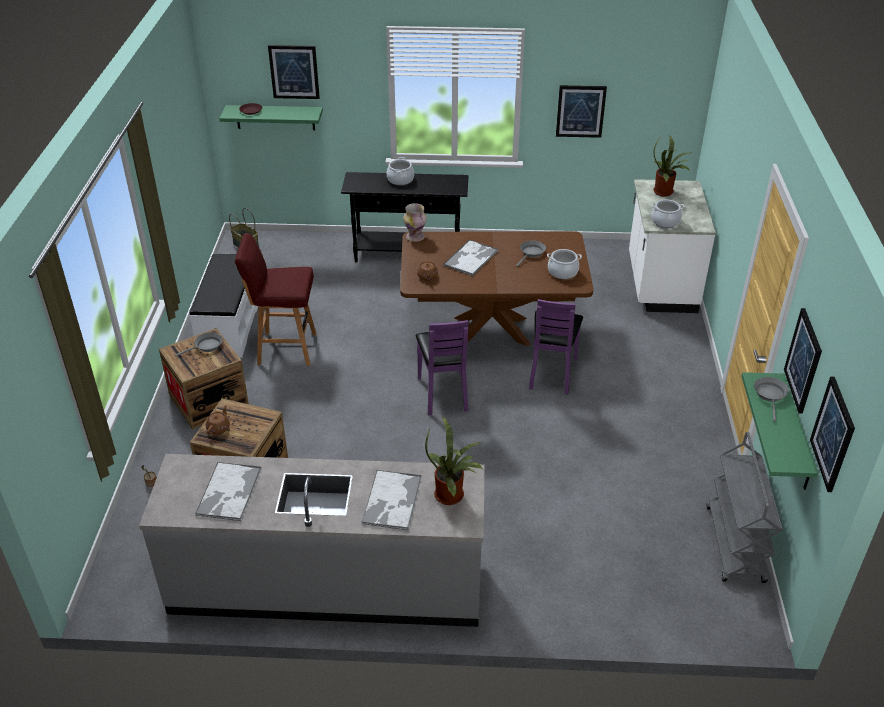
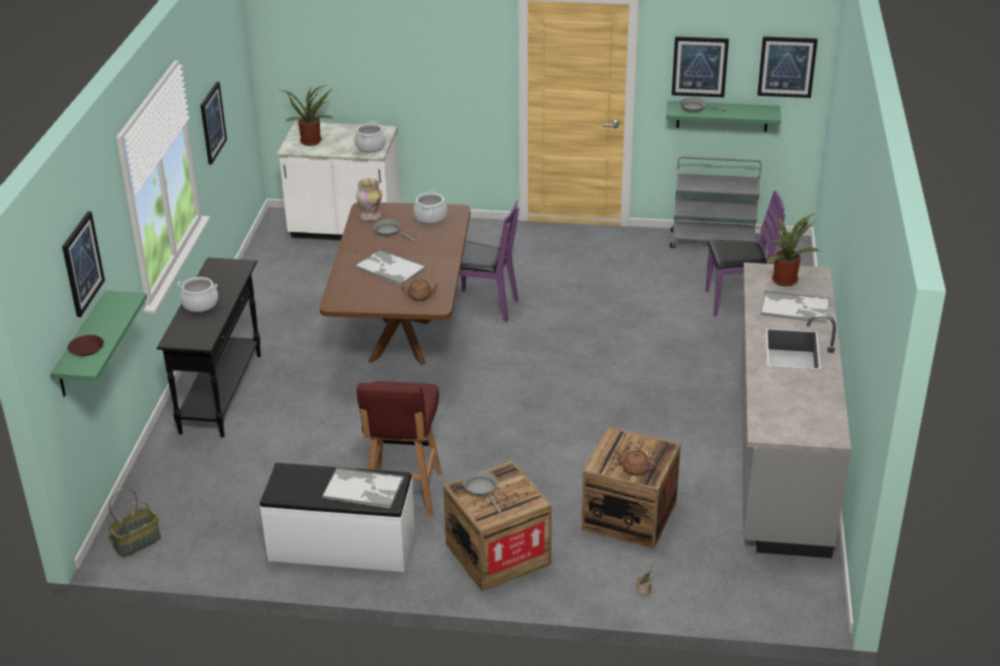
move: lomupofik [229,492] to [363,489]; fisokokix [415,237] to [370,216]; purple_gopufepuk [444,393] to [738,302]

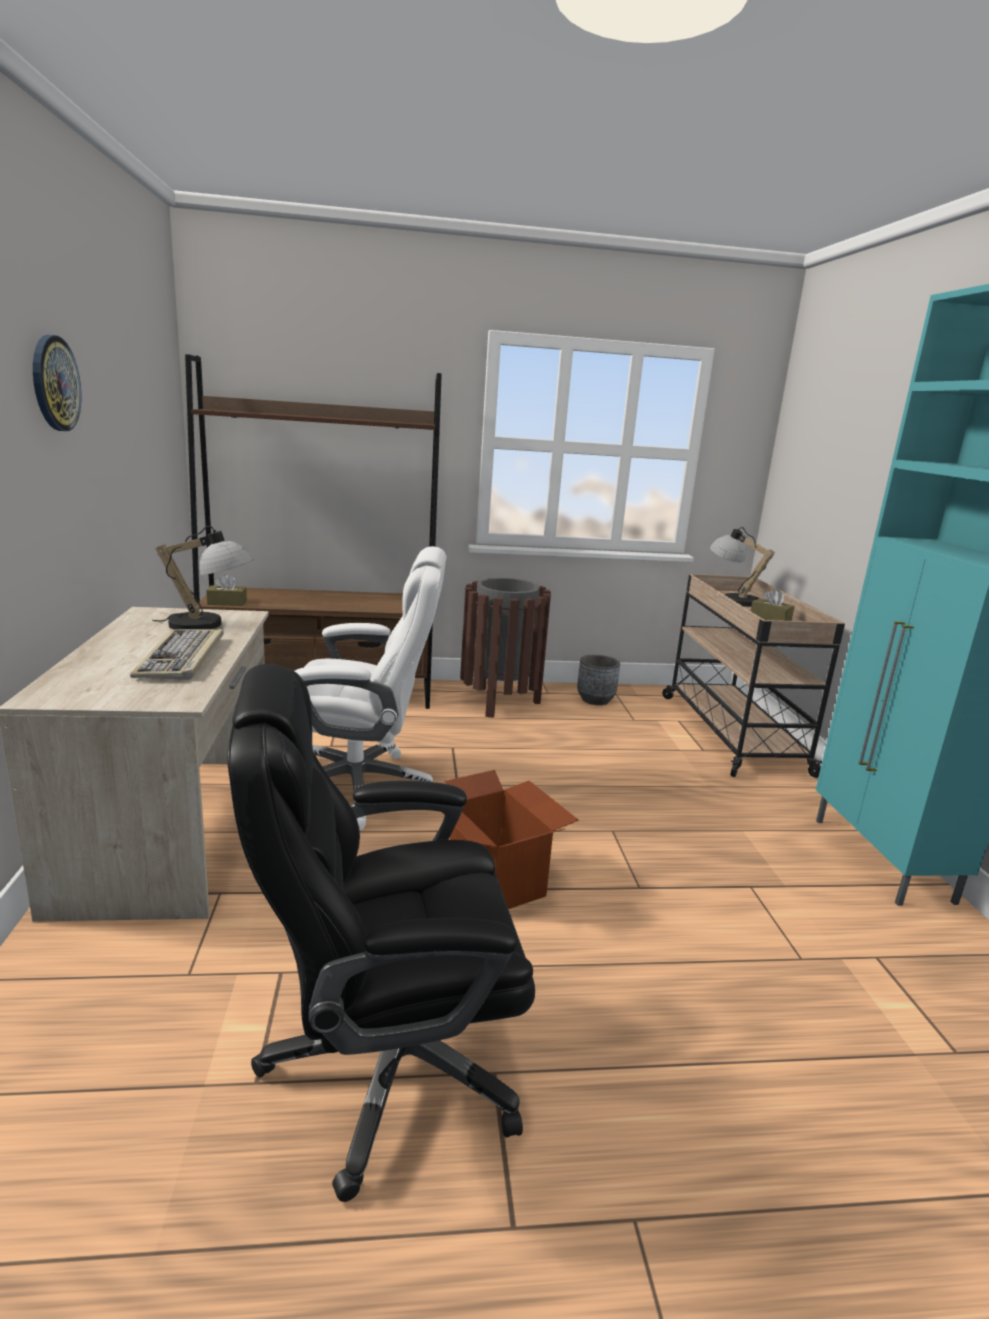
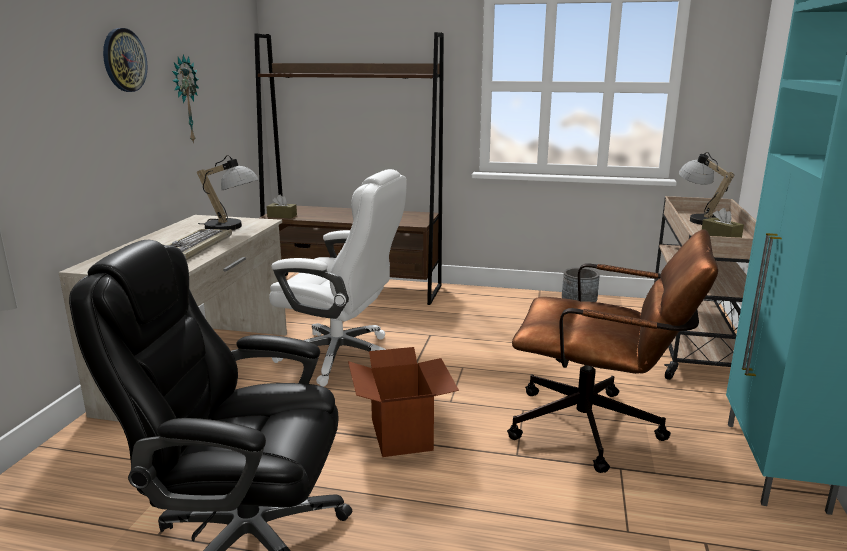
delete: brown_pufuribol [500,702]
insert: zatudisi [185,99]; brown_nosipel [598,430]

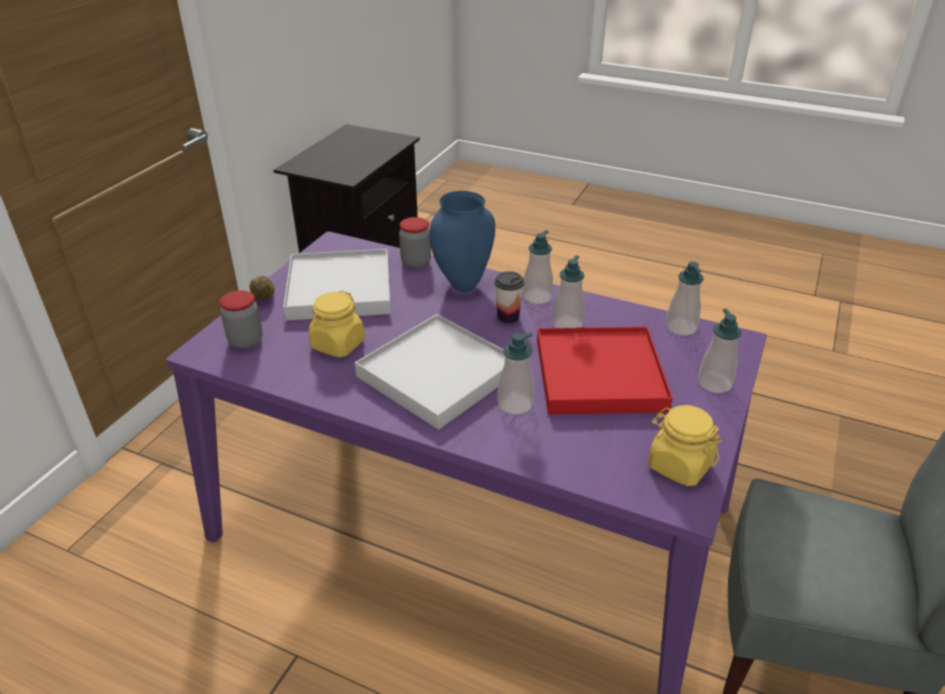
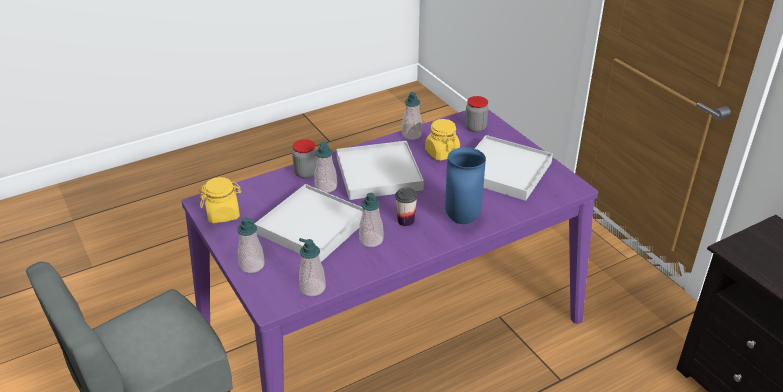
delete: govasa [264,296]
move: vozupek [416,262] to [306,173]; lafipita [537,297] to [411,135]
recolor: red_lomupofik [599,375] to white_lomupofik [312,226]

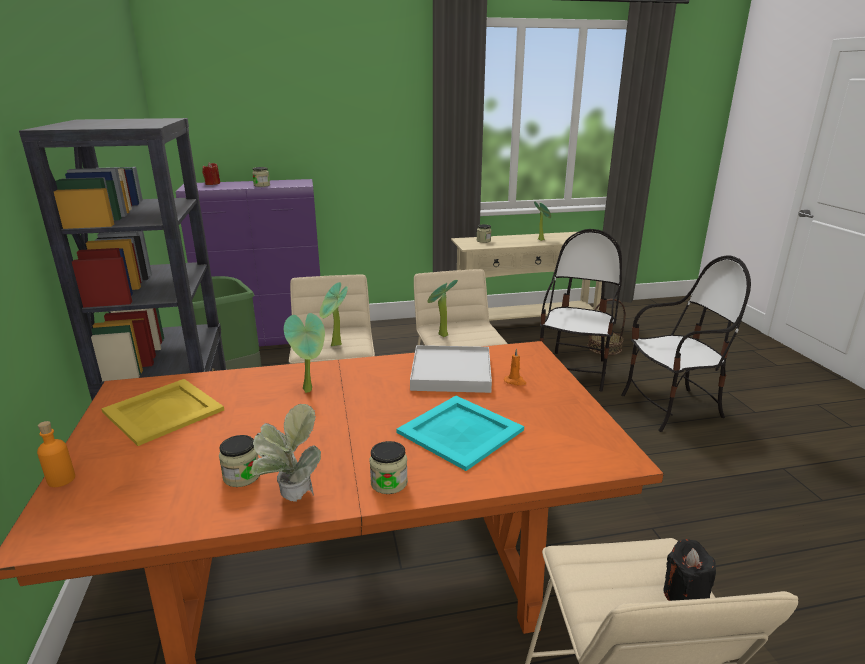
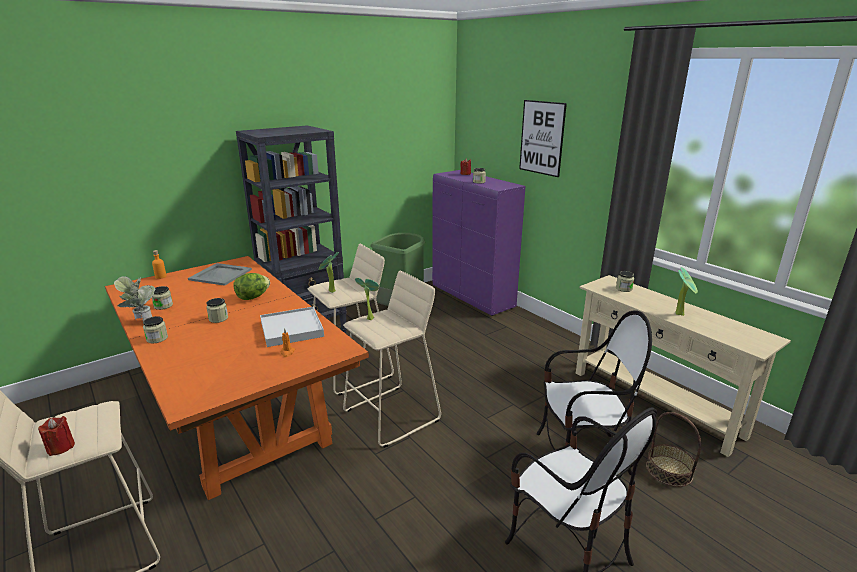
delete: turquoise_lomupofik [459,431]
insert: vozupek [218,318]; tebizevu [542,138]
replace: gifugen [310,390] to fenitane [253,297]
recolor: yellow_lomupofik [162,411] to grey_lomupofik [220,274]; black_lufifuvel [684,595] to red_lufifuvel [60,447]

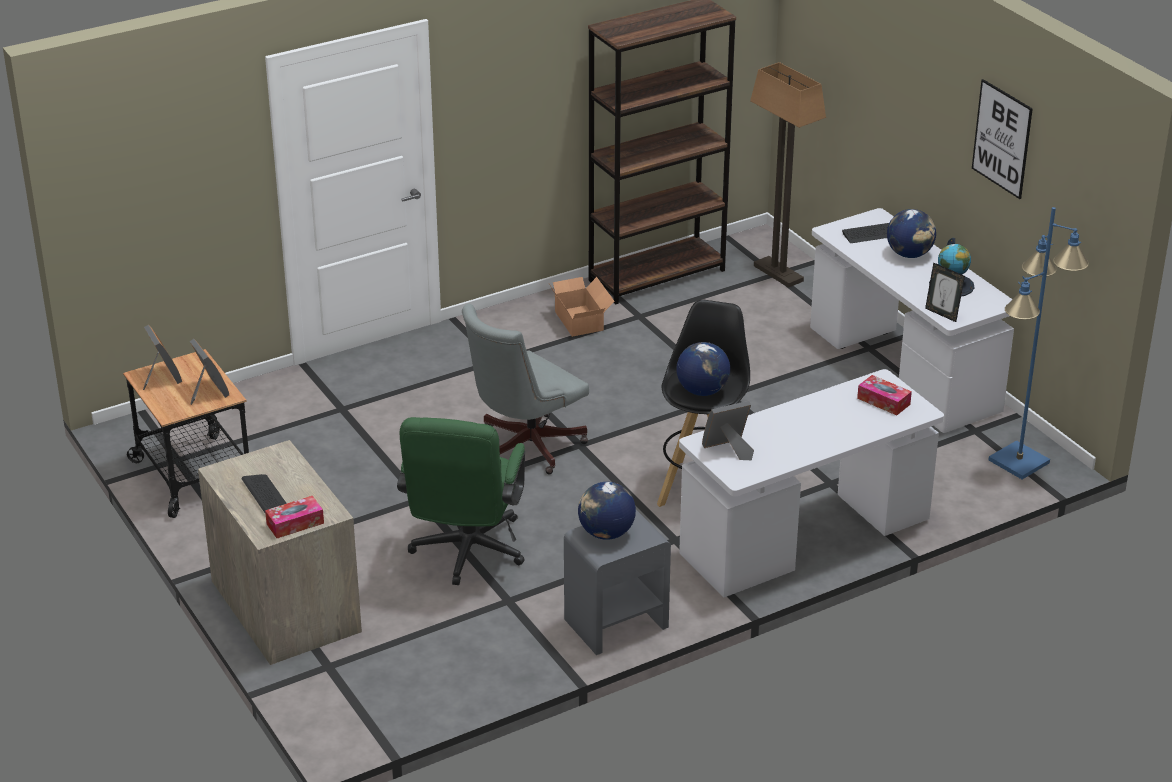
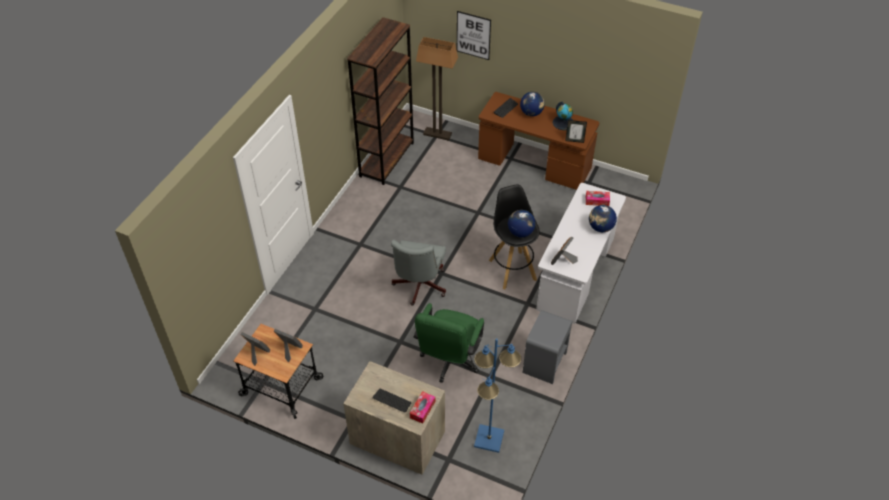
delete: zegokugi [580,320]
move: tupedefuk [606,533] to [600,228]; tebizevu [1002,138] to [473,35]; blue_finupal [1019,462] to [489,439]
recolor: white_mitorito [903,370] to brown_mitorito [534,164]
rotate: green_nosipel [466,554] = [449,361] 45 degrees clockwise

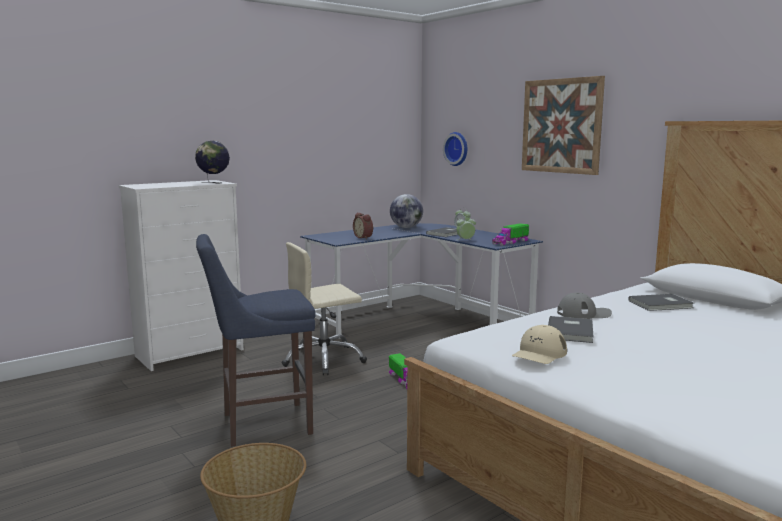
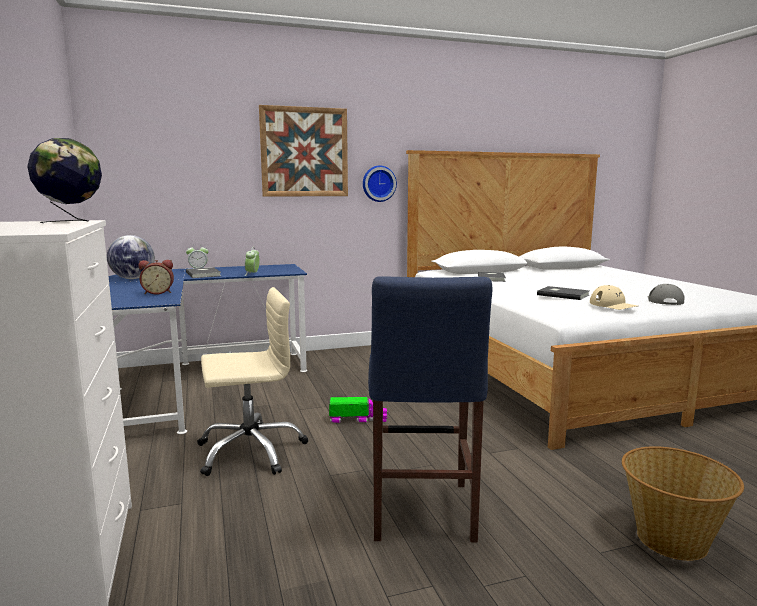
delete: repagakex [510,242]
move: zatudisi [457,149] to [378,183]; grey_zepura [584,313] to [664,300]
rotate: beige_nosipel [324,359] = [250,451] 105 degrees counterclockwise

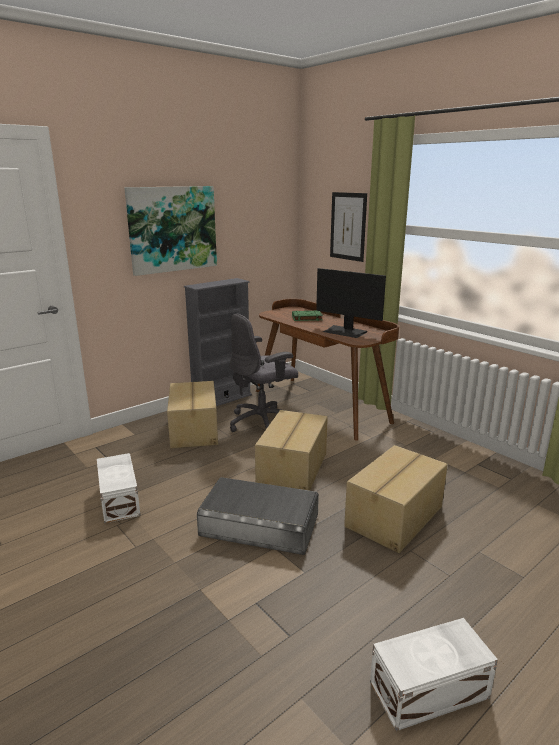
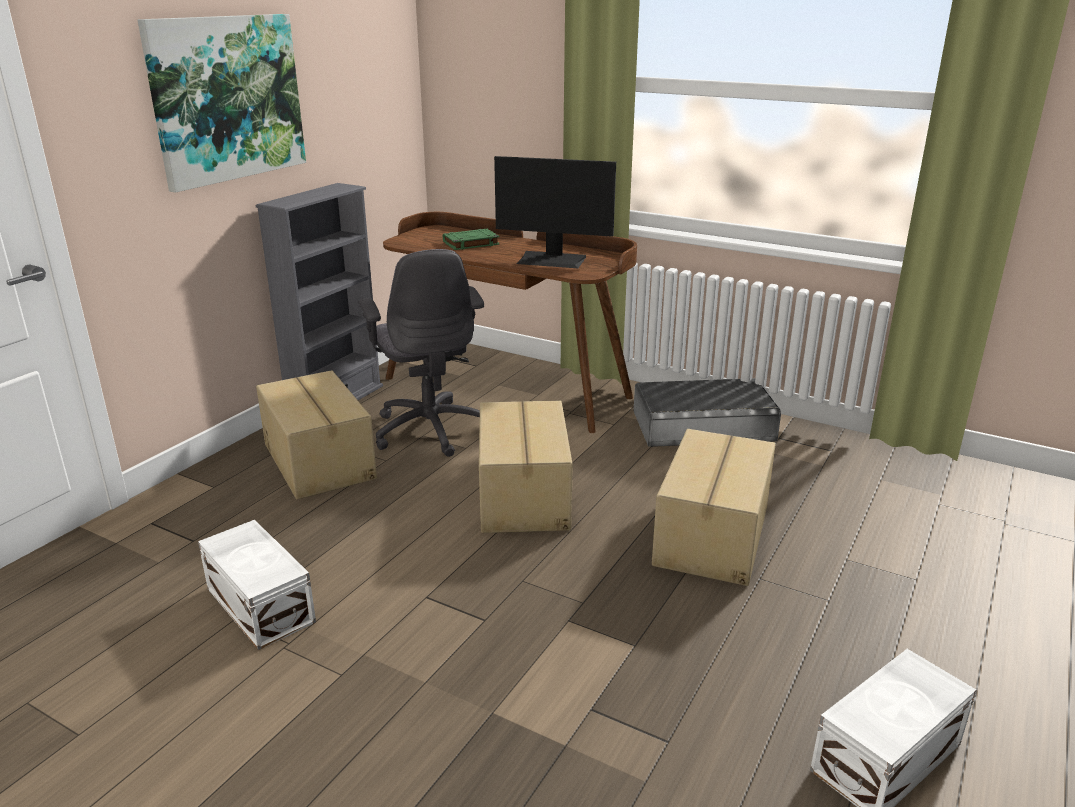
delete: tebizevu [348,226]
move: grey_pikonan [259,524] to [703,426]
rotate: grey_nosipel [263,422] = [430,429] 60 degrees counterclockwise

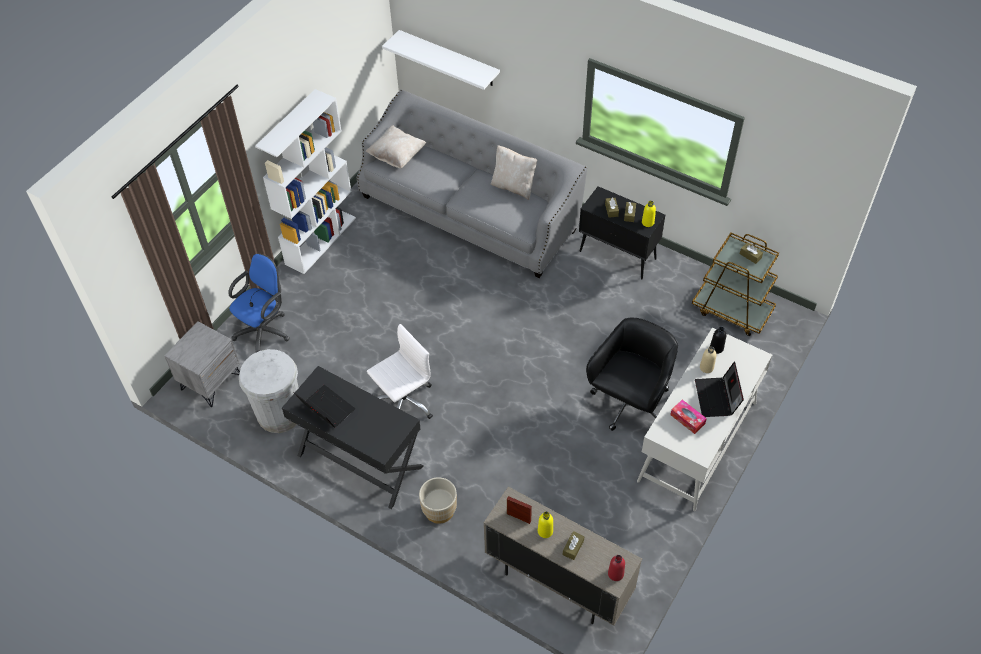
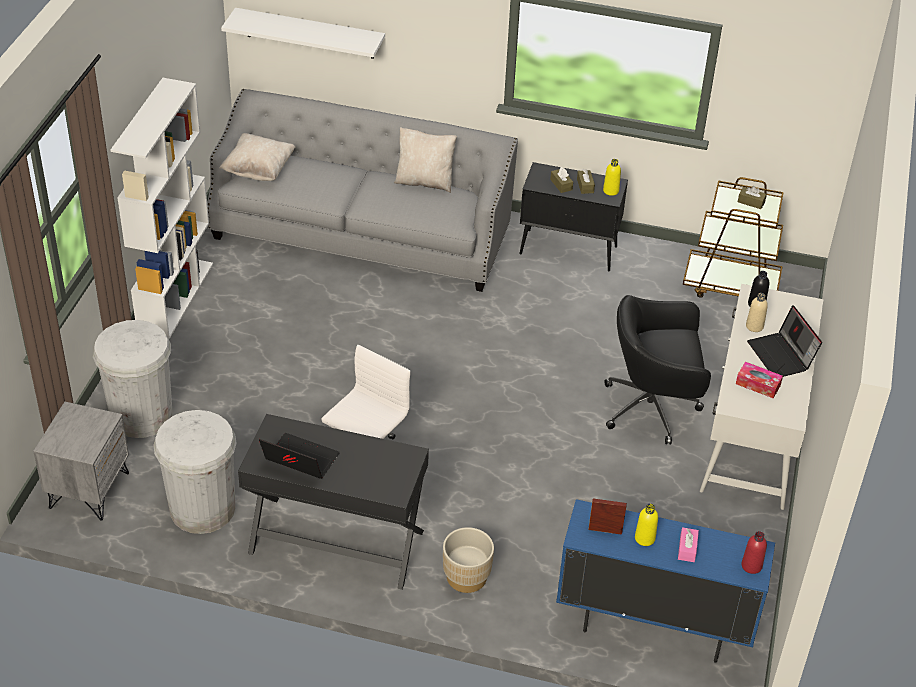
replace: blue_nosipel [265,331] to white_pufuribol [141,415]
recolor: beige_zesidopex [558,582] to blue_zesidopex [653,625]; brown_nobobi [573,547] to pink_nobobi [687,549]
rotate: black_nosipel [629,403] = [653,408] 105 degrees counterclockwise

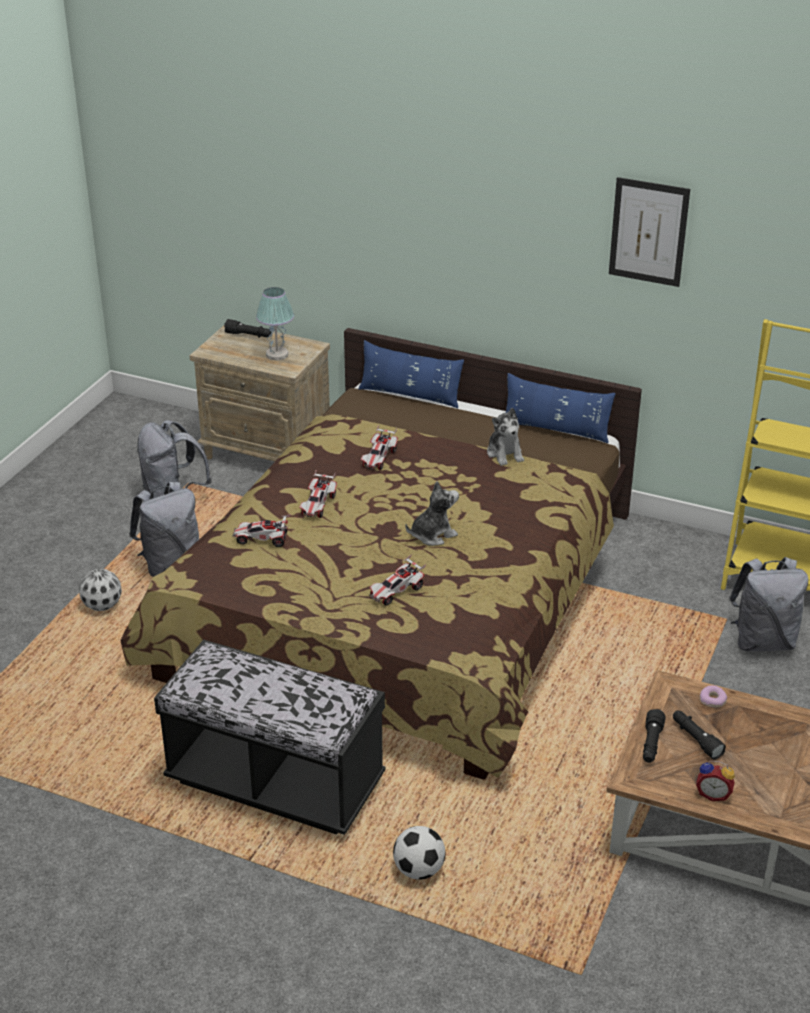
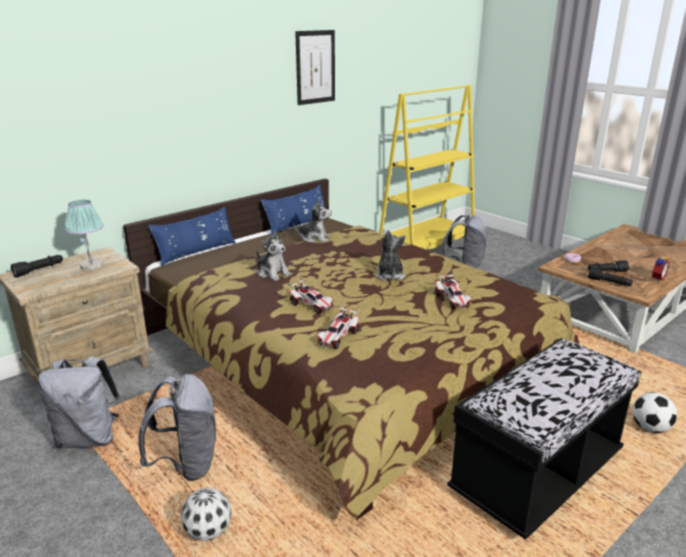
replace: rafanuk [379,459] to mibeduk [272,273]

